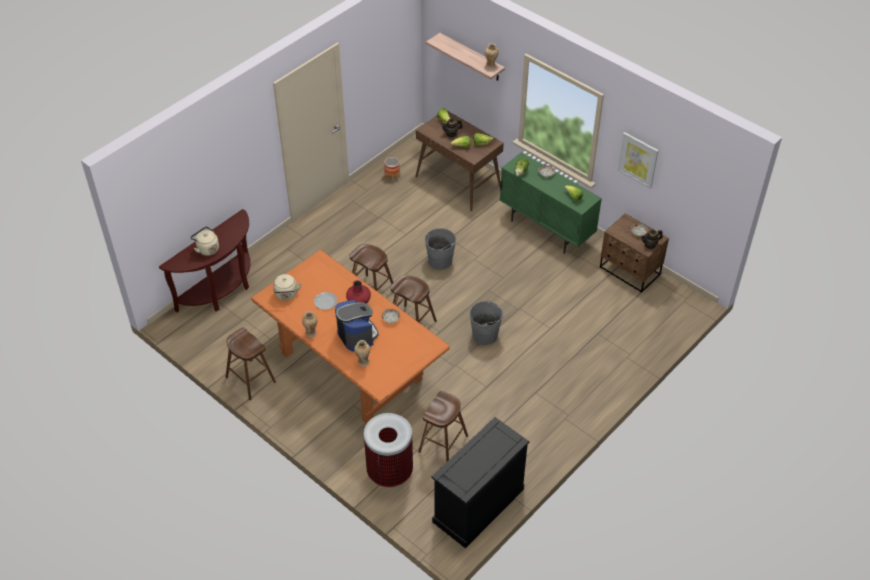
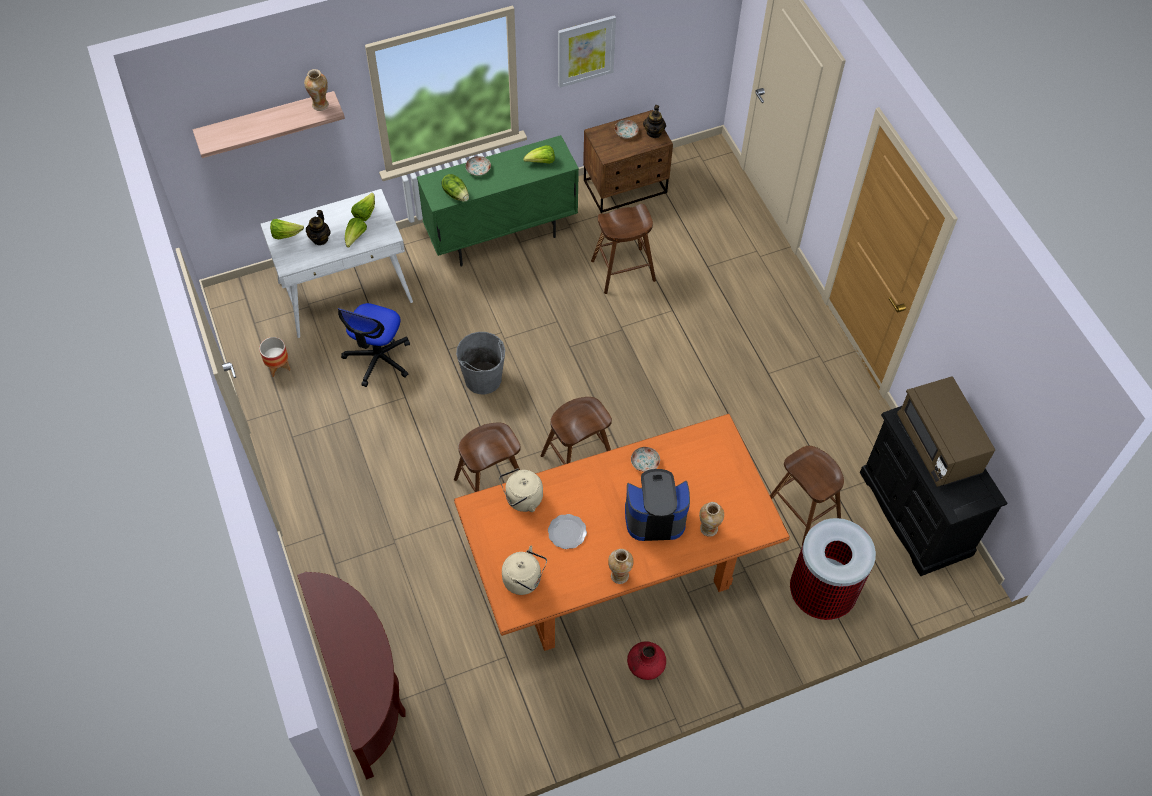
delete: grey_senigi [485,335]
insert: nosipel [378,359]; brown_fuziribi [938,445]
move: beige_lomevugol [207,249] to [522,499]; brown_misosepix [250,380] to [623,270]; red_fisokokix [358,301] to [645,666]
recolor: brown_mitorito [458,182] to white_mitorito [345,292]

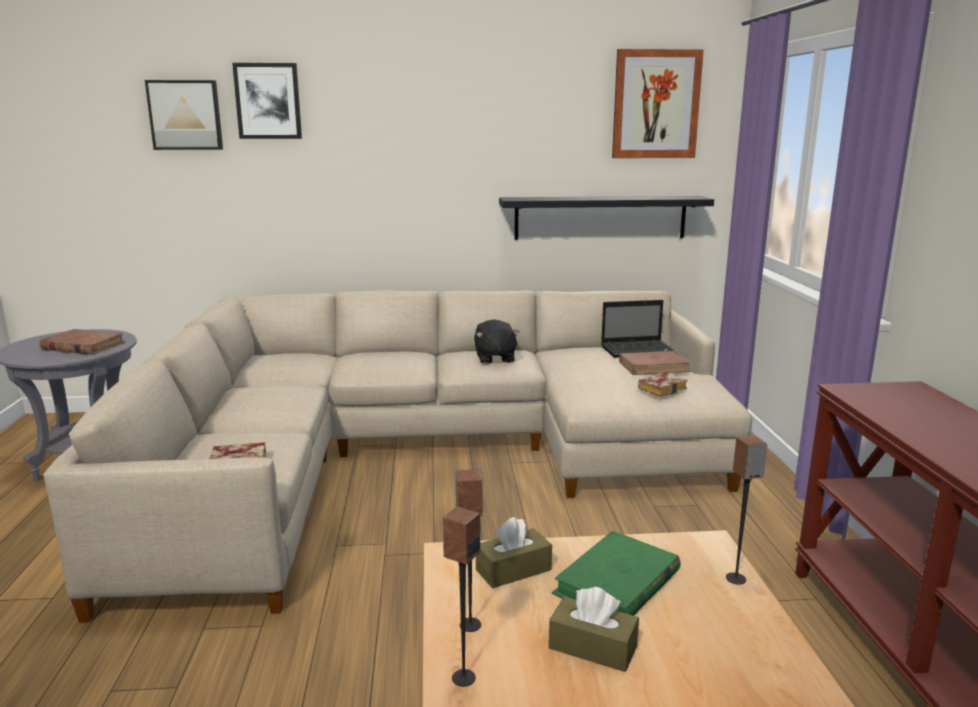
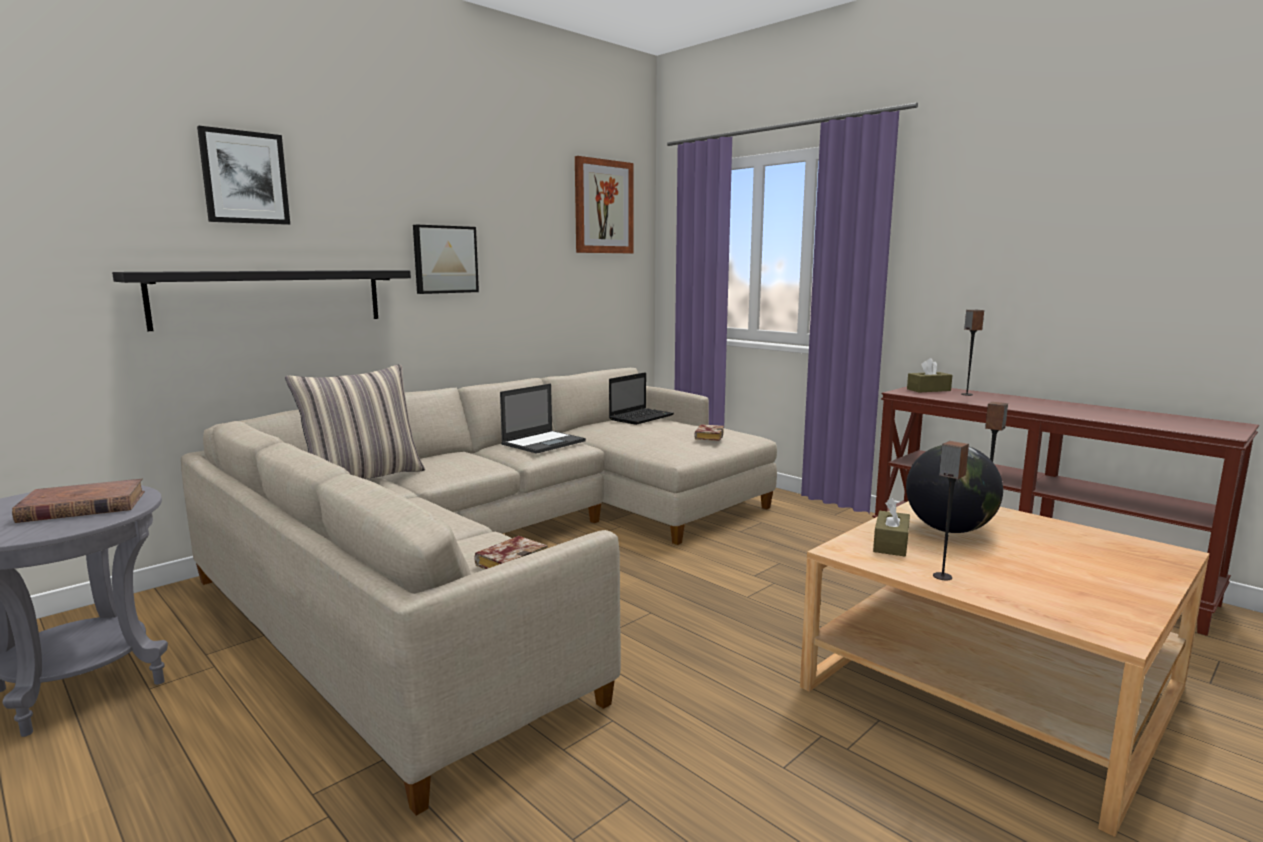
delete: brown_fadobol [654,367]
insert: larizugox [363,477]
move: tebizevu [185,115] to [445,259]; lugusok [463,678] to [966,394]; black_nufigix [600,217] to [271,297]; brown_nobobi [592,647] to [928,390]
replace: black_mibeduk [494,358] to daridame [544,442]; green_fadobol [617,583] to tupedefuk [949,530]

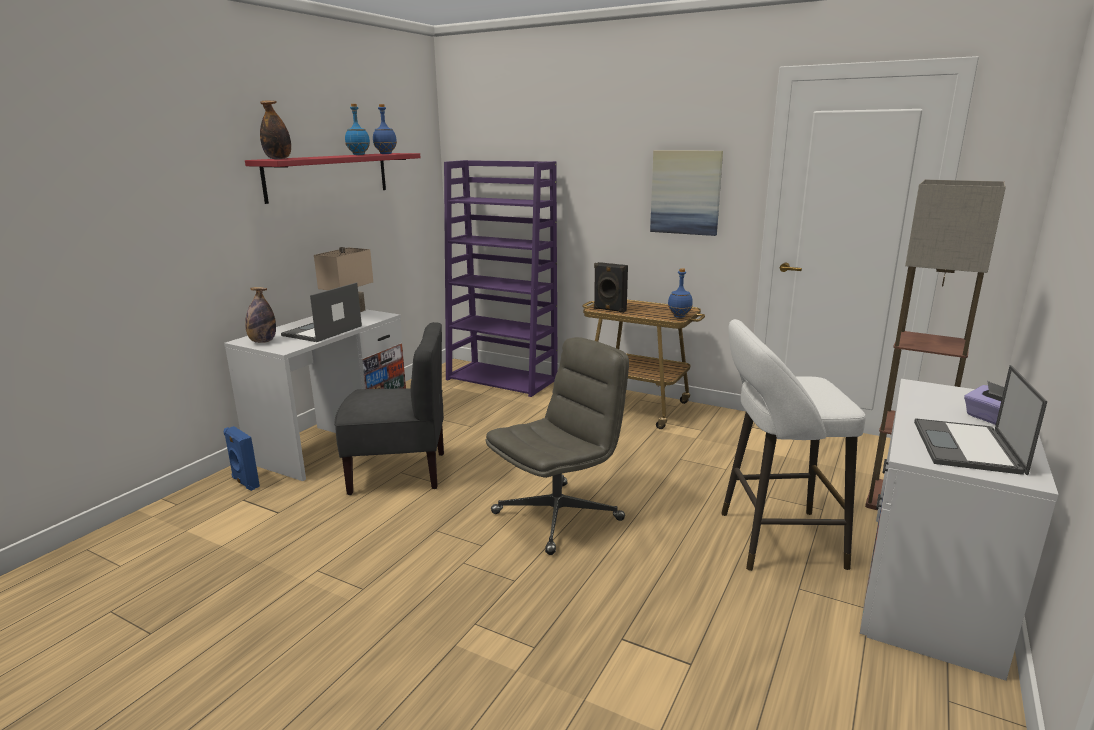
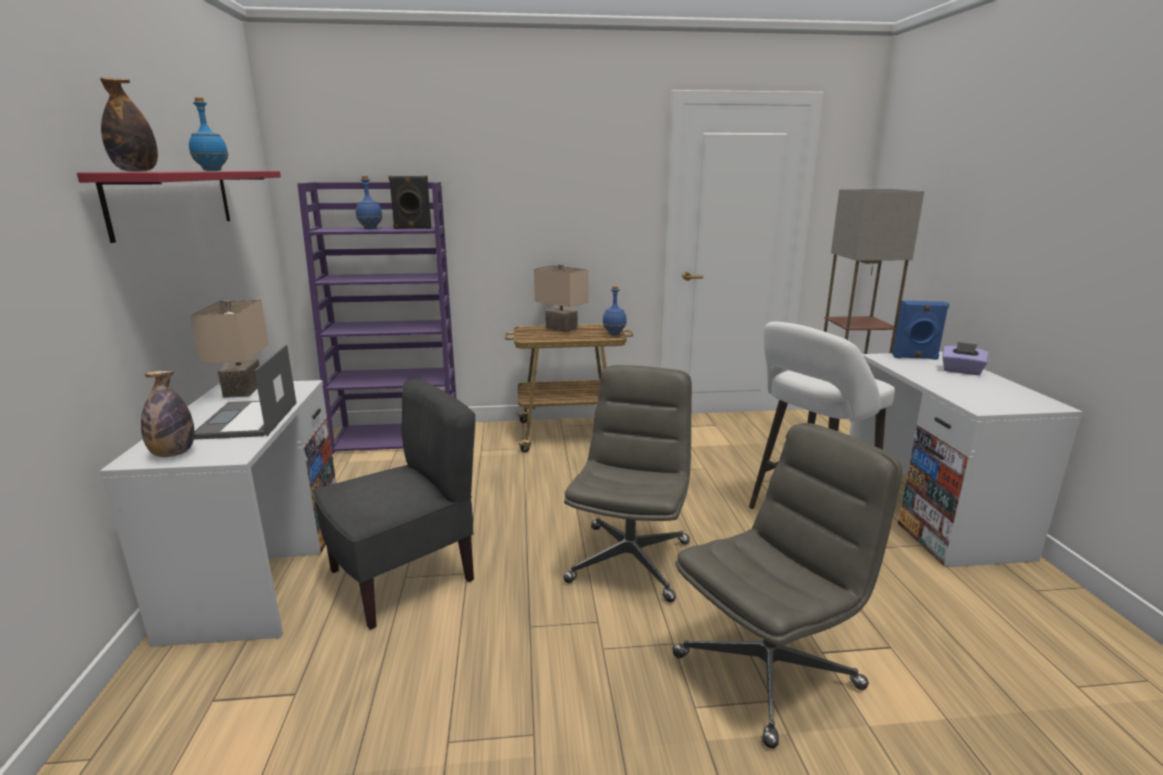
delete: tebizevu [686,192]; daridame [968,447]
insert: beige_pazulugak [560,329]; grey_nosipel [767,670]
move: blue_lugusok [245,483] to [915,357]; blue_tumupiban [385,154] to [370,228]; black_lugusok [609,310] to [412,228]

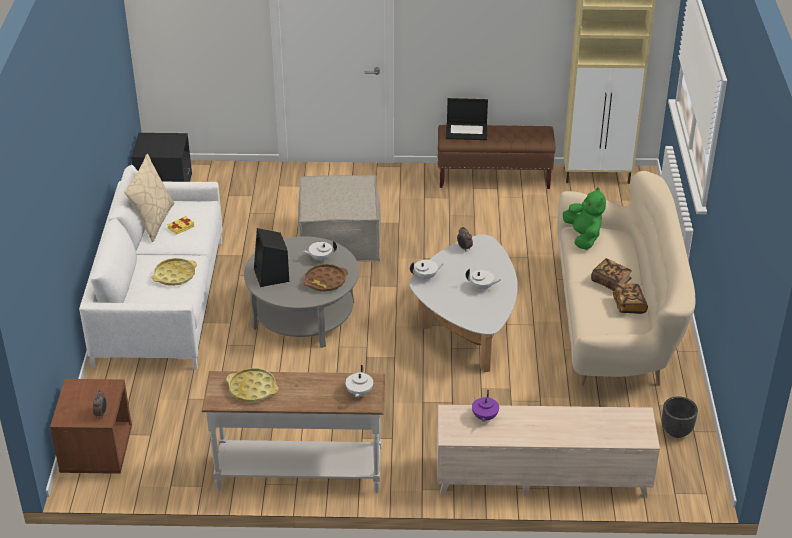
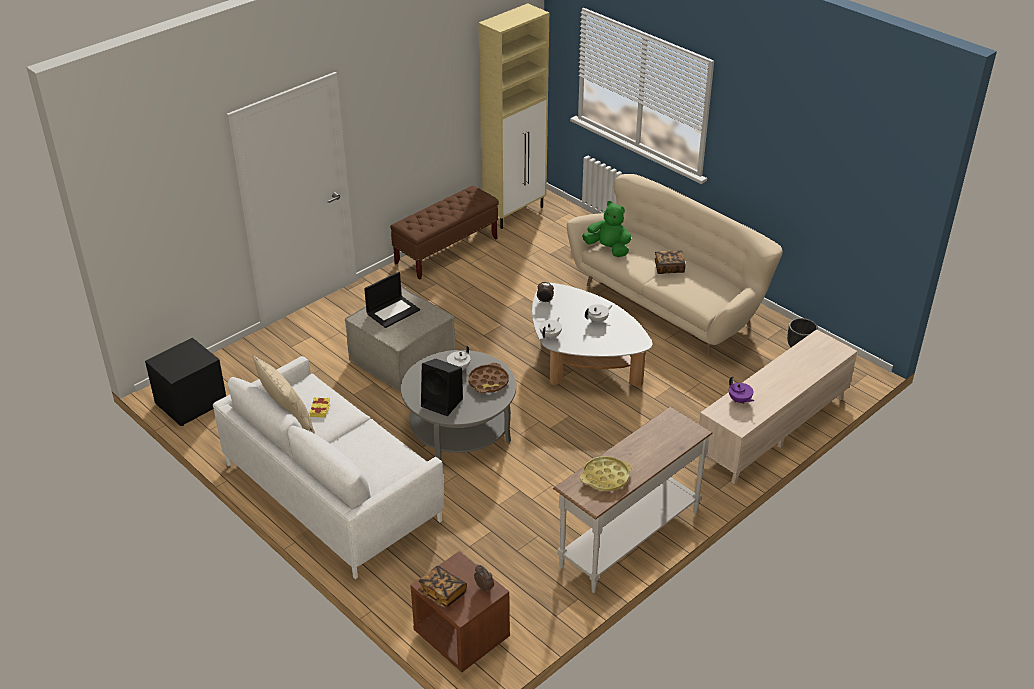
delete: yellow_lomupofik [174,275]; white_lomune [359,393]
move: daridame [467,131] to [393,311]; fadobol [629,305] to [442,593]

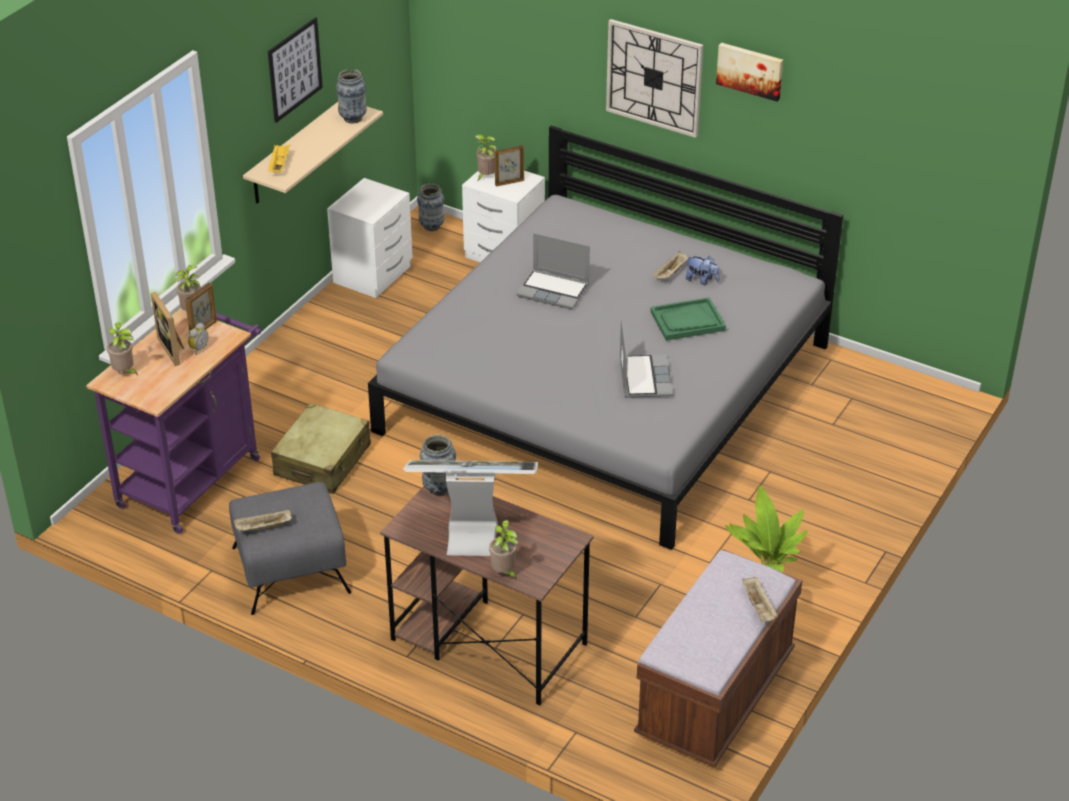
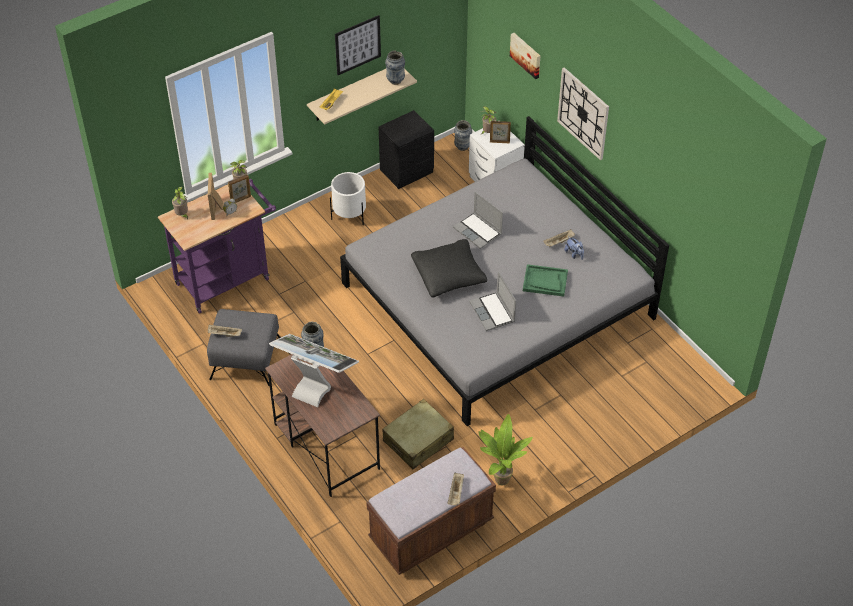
delete: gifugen [504,573]
insert: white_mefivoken [349,215]; black_larizugox [449,275]
move: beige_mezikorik [323,460] to [418,440]; tebizevu [750,70] to [526,55]
recolor: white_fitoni [374,274] to black_fitoni [408,171]
rotate: daridame [644,377] = [493,312] 135 degrees clockwise

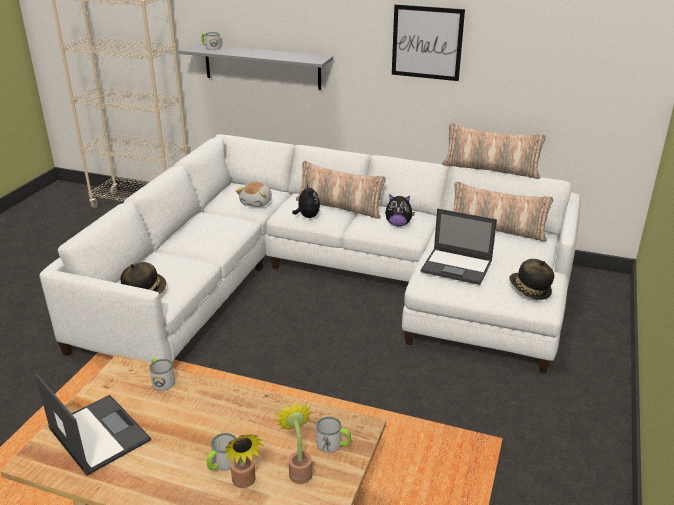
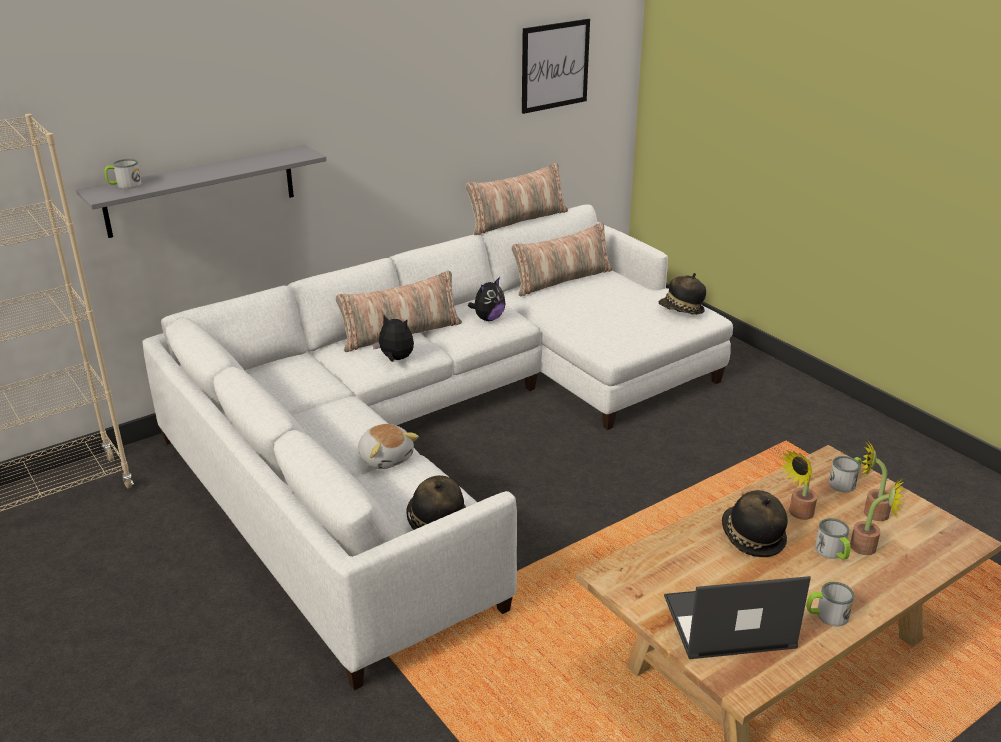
delete: daridame [457,266]
insert: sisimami [751,538]; gifugen [797,514]
move: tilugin [161,380] to [826,615]; mibeduk [257,203] to [386,458]; tebizevu [427,42] to [555,65]

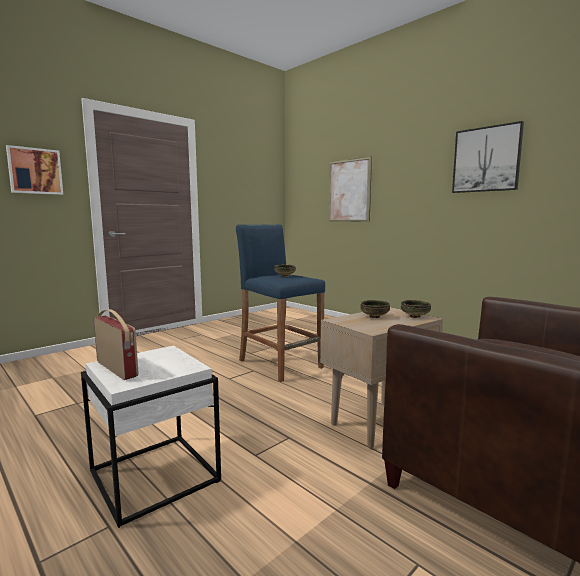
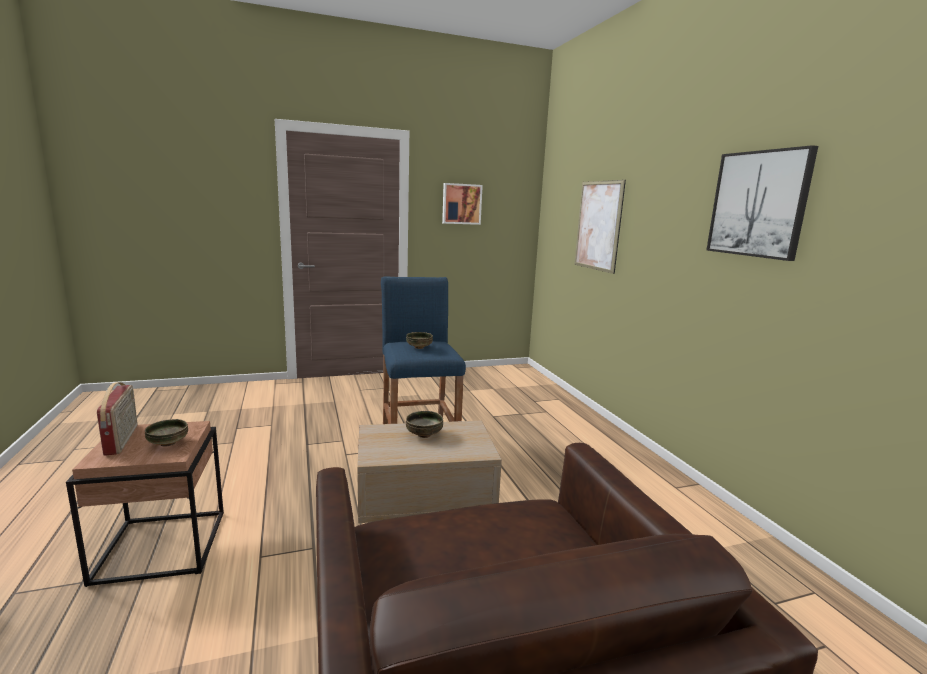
move: tebizevu [35,171] to [461,204]; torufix [414,316] to [168,443]
recolor: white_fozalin [153,476] to brown_fozalin [160,546]

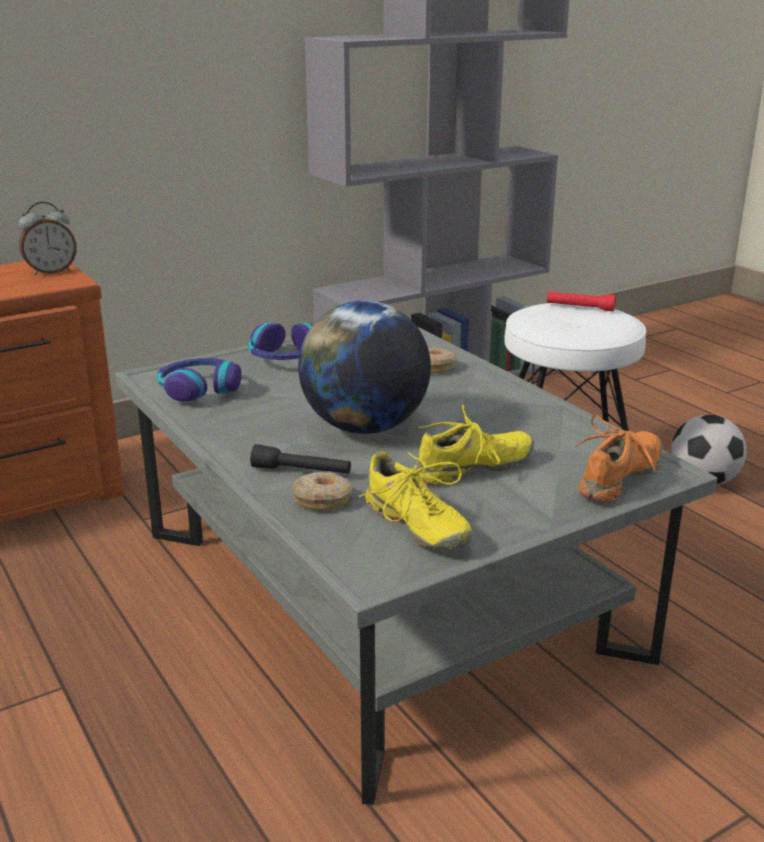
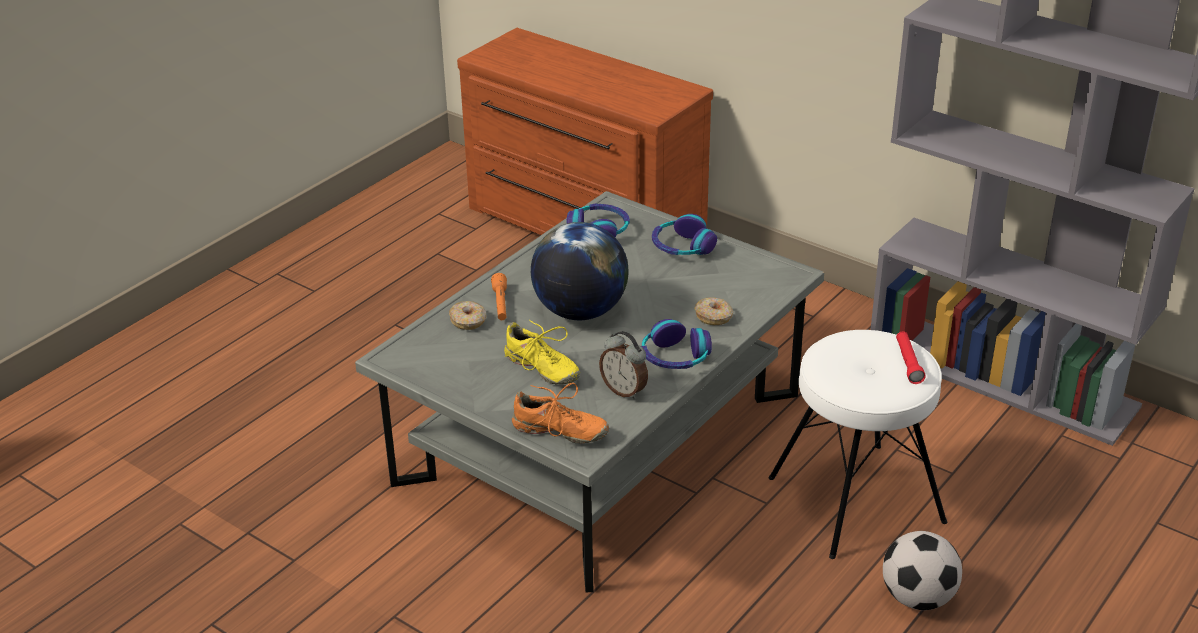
delete: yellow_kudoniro [416,525]
insert: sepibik [675,357]
move: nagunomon [51,272] to [624,390]
recolor: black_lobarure [301,471] to orange_lobarure [500,304]

